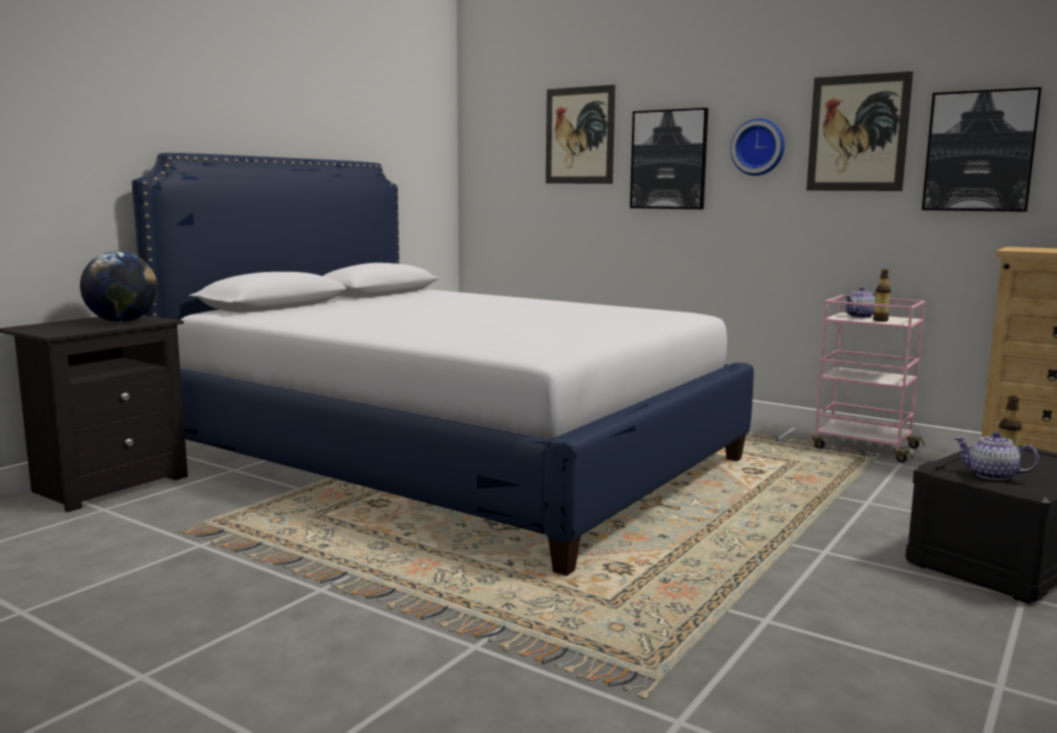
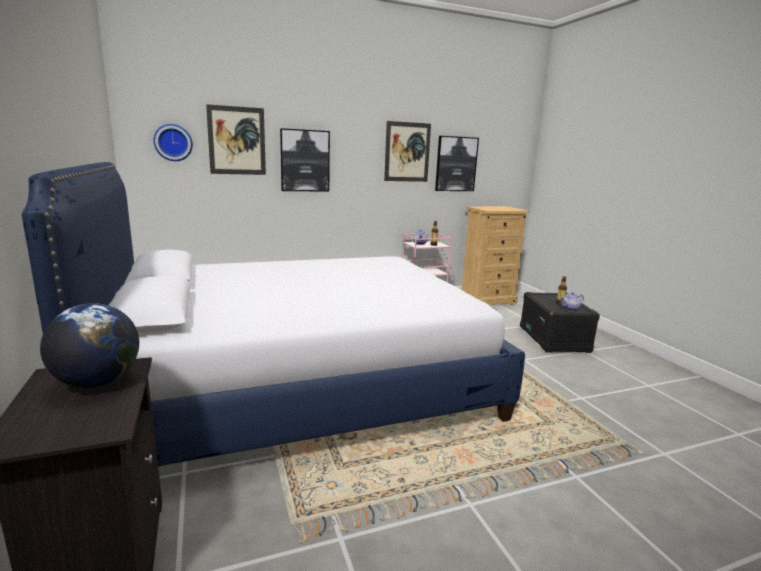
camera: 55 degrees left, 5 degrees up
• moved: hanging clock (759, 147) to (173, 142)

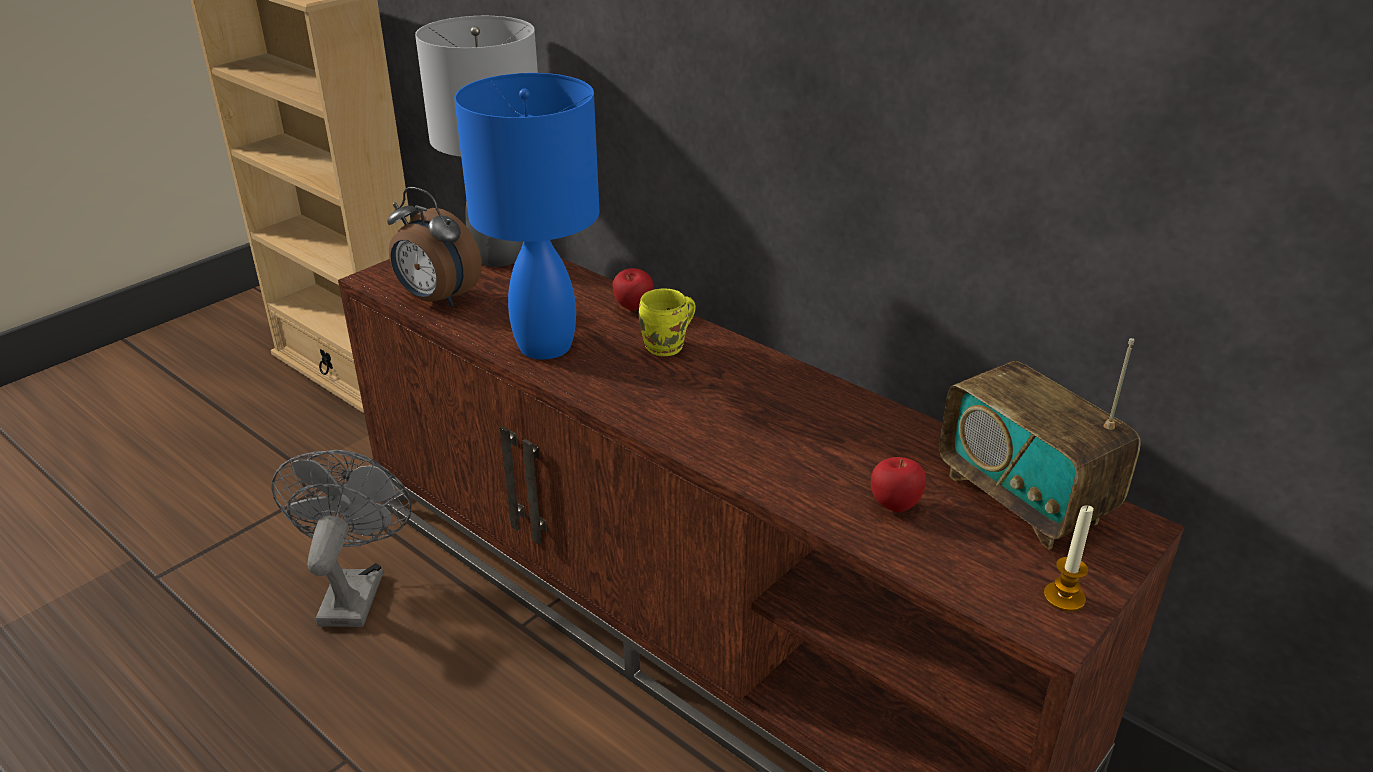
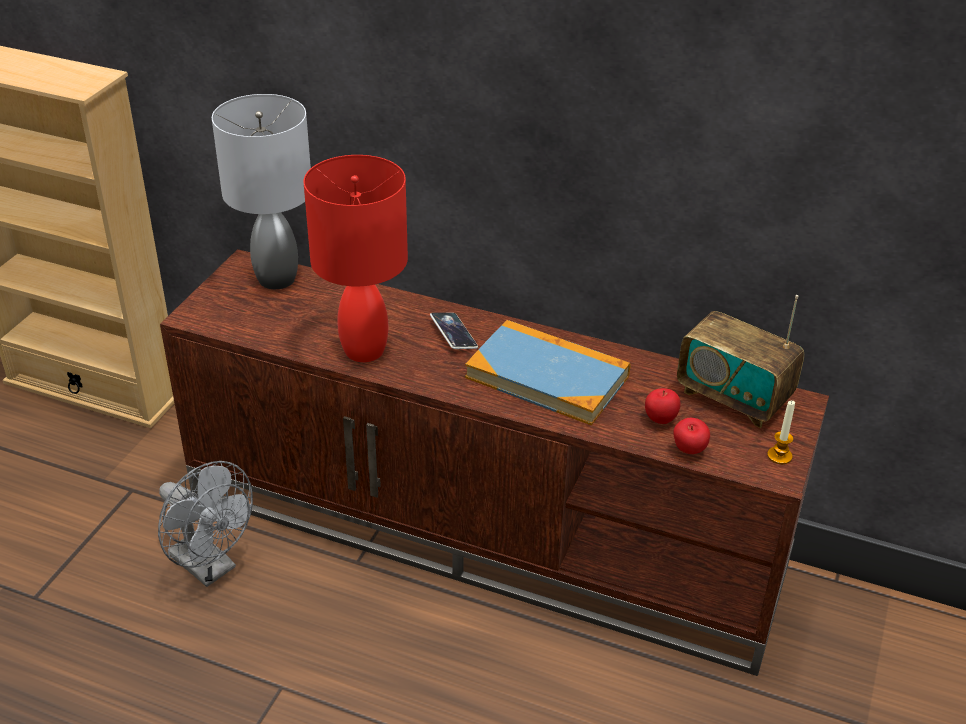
camera: 20 degrees left, 5 degrees up
• turned: grey fan (354, 590) = (210, 567) 150 degrees clockwise
• removed: bedside clock (436, 299)
• recoloured: blue-coloured table lamp (547, 346) to red table lamp (366, 350)
• moved: apple (633, 309) to (688, 451)
• replaced: yellowish mug (668, 347) to telephone (453, 334)
• added: bound book (547, 377)

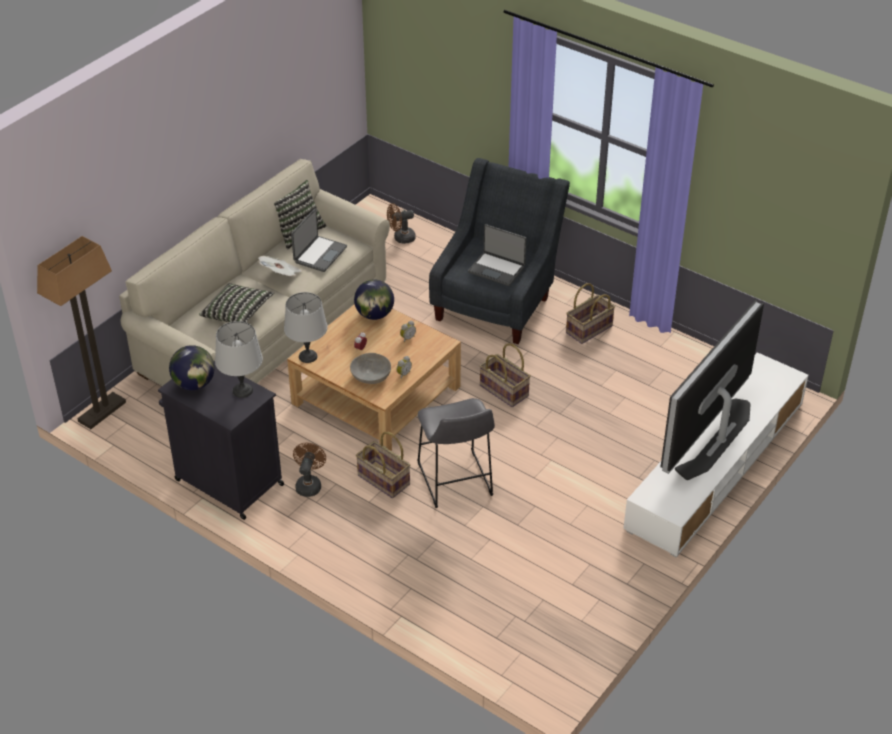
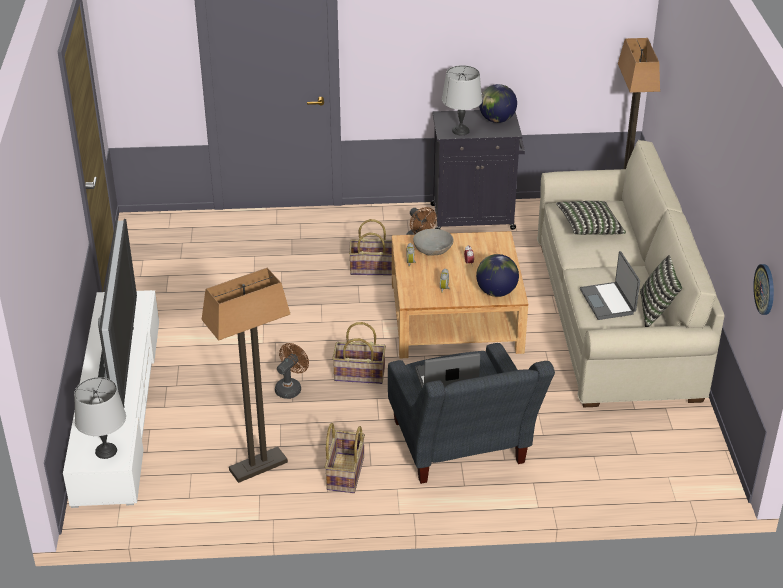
camera: 140 degrees right, 5 degrees down
• removed: daily paper (281, 275)
• moved: grey table lamp (307, 356) to (106, 451)
• moved: brown-coloured fan (401, 238) to (290, 388)
• removed: grey stool seat (455, 482)
• added: standard lamp (258, 466)
• added: hanging clock (765, 289)

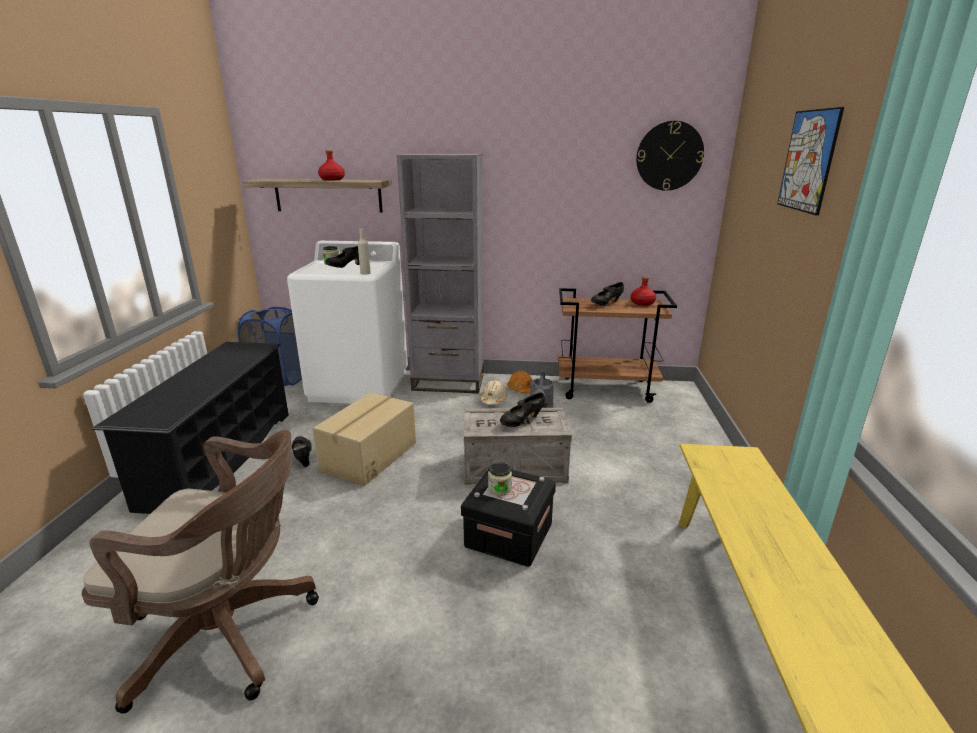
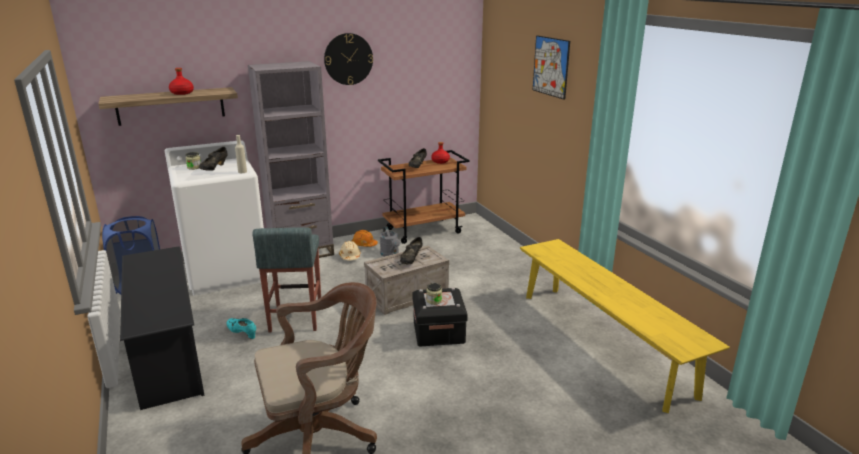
camera: 30 degrees left, 0 degrees up
• recoloured: black shoe (302, 457) to blue-green shoe (242, 333)
• replaced: cardboard box (368, 456) to grey stool seat (295, 318)
• moved: hanging clock (669, 156) to (348, 59)

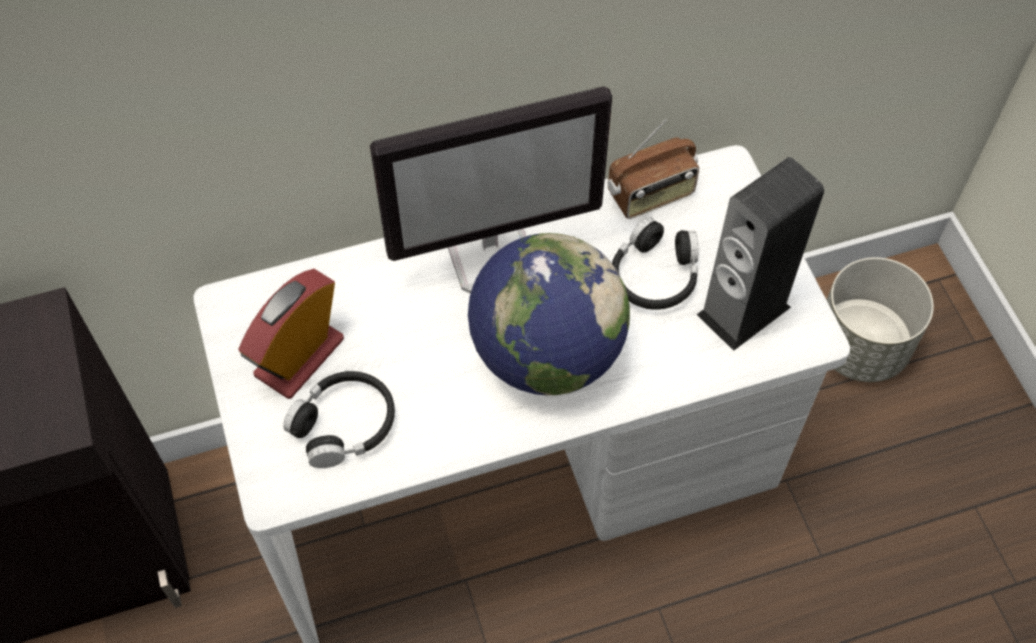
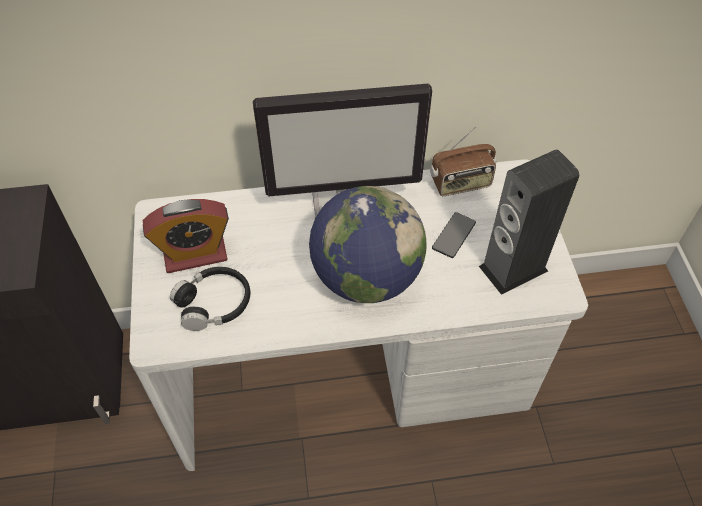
camera: 10 degrees right, 5 degrees down
• turned: bedside clock (299, 357) = (195, 254) 150 degrees counterclockwise
• replaced: black headphones (655, 275) to telephone (453, 235)
• removed: grey flower pot (861, 347)

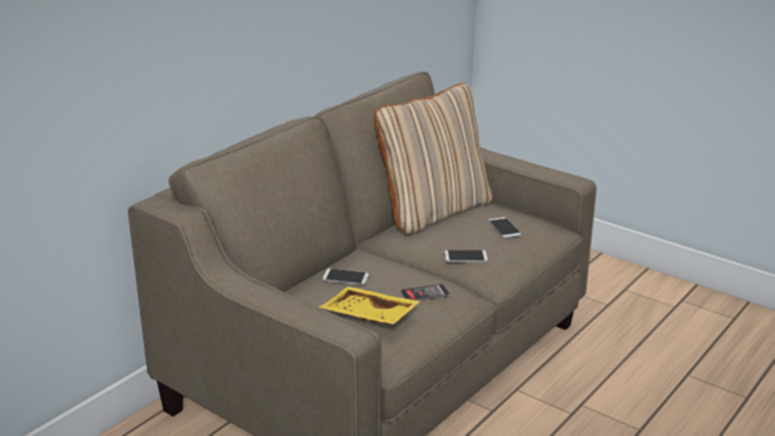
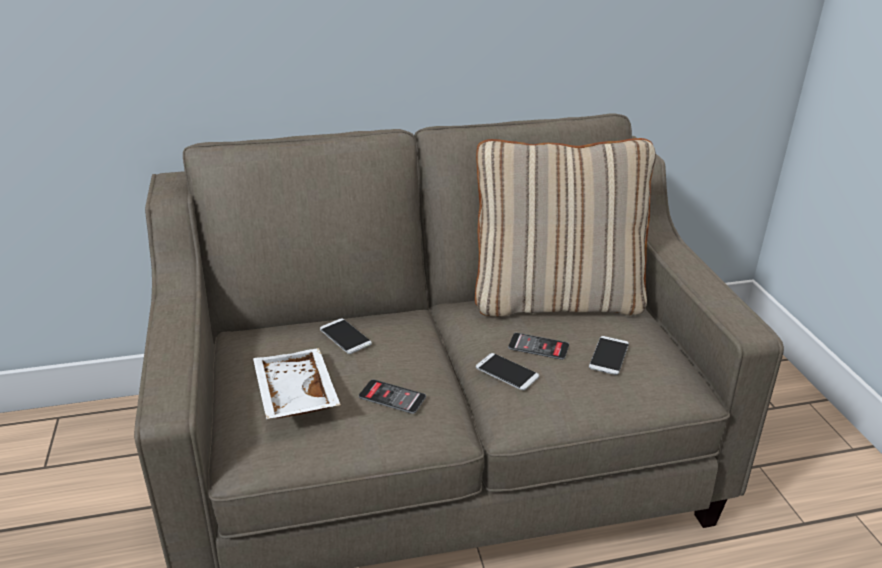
camera: 40 degrees right, 5 degrees up
• recoloured: yellowish serving tray (368, 317) to white serving tray (293, 395)
• added: telephone (538, 347)

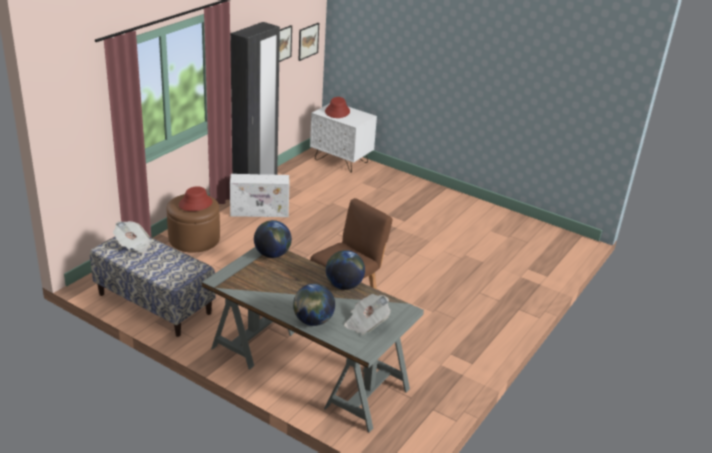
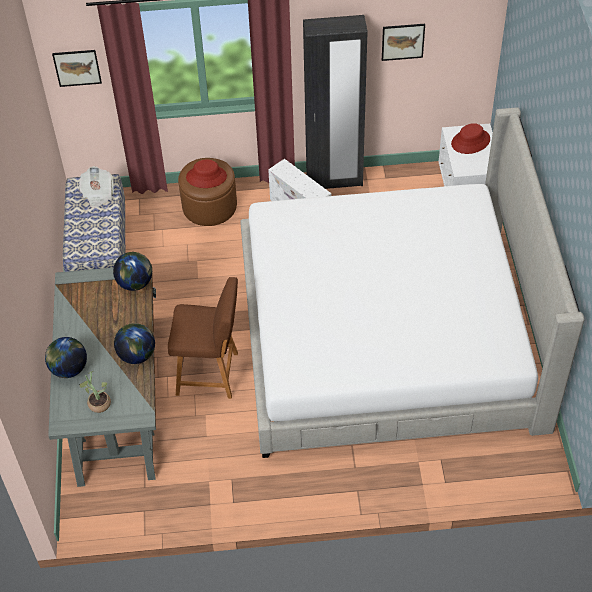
camera: 55 degrees right, 20 degrees up
• moved: wall picture (308, 41) to (77, 67)
• replaced: daily paper (366, 323) to plant in a pot (97, 402)
• added: bedroom bed (388, 337)

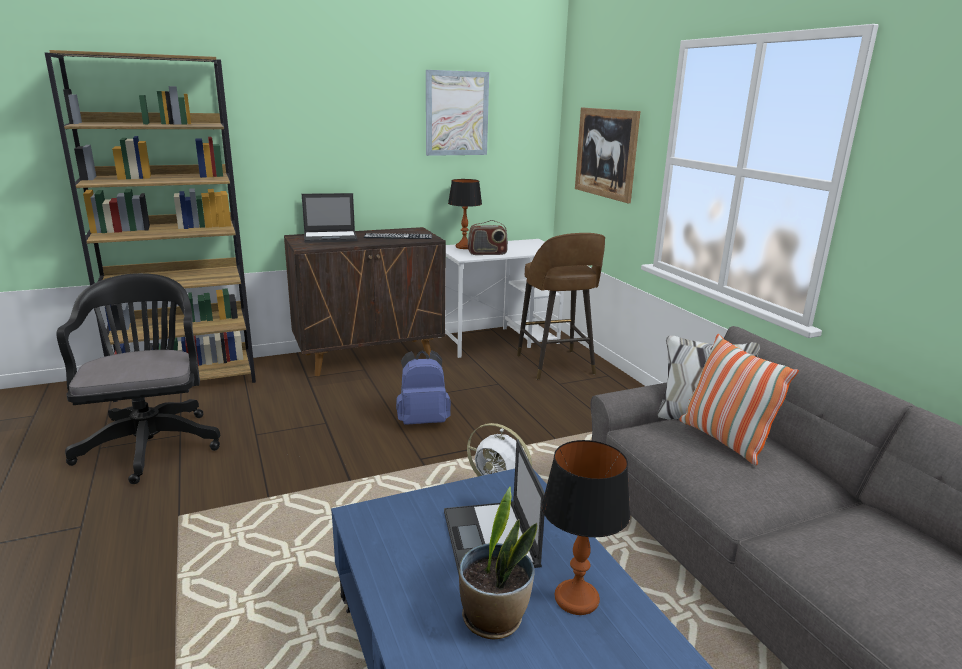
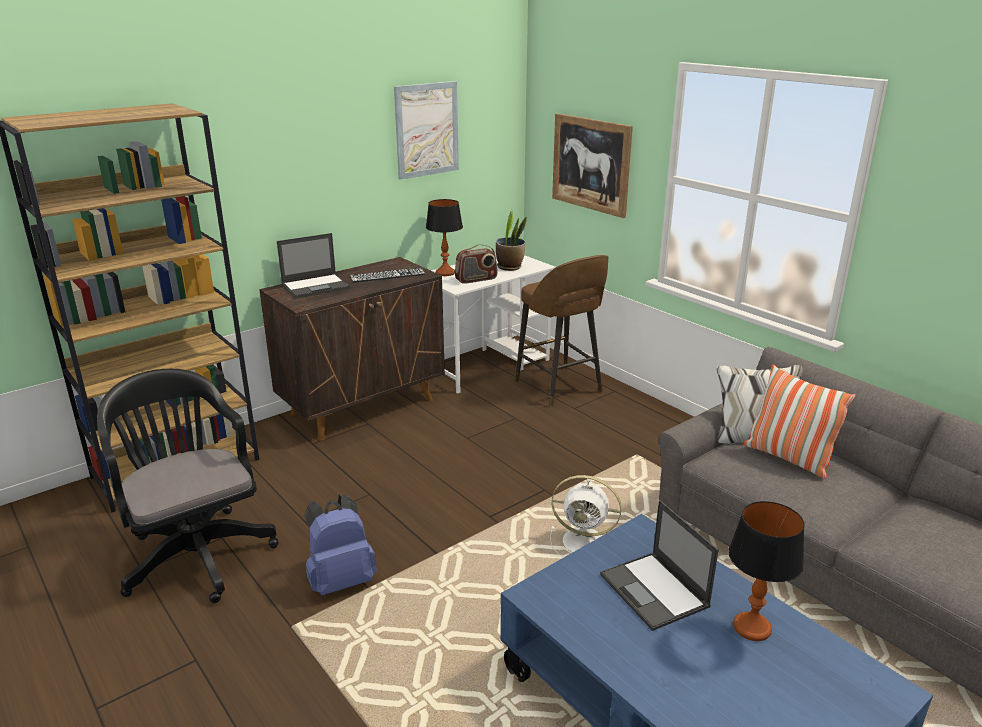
camera: 15 degrees left, 5 degrees up
• moved: blue-coloured backpack (423, 421) to (341, 580)
• moved: plant in a pot (494, 619) to (510, 267)

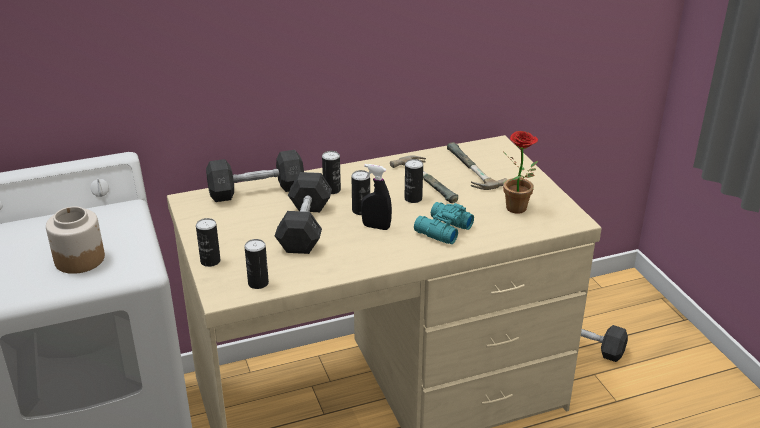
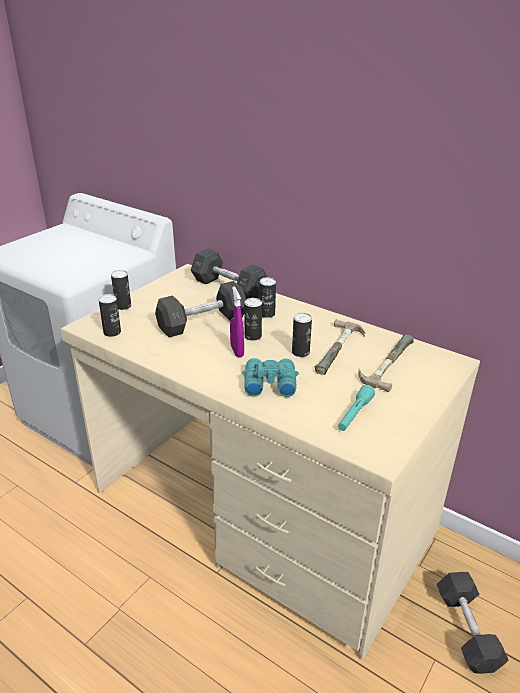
camera: 55 degrees right, 0 degrees up
• removed: jar (79, 259)
• recoloured: black spray bottle (376, 227) to purple-coloured spray bottle (237, 351)
• replaced: plant in a pot (519, 210) to blue-green torch (354, 414)

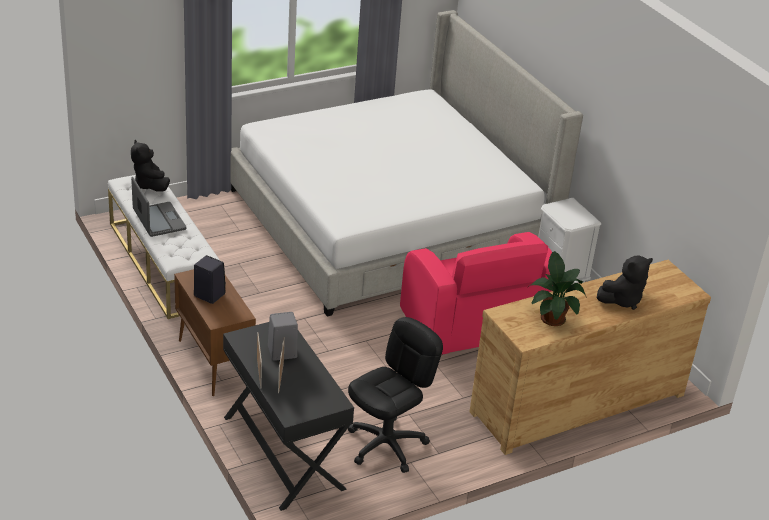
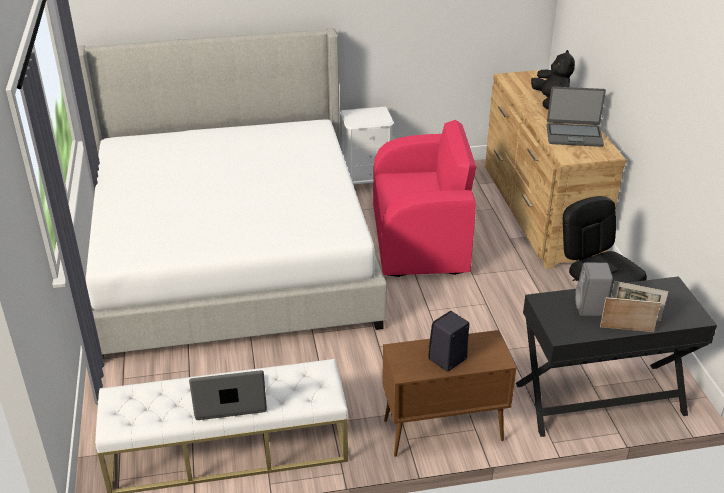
camera: 70 degrees left, 0 degrees up
• removed: black plush toy (150, 185)
• replaced: plant in a pot (553, 317) to laptop (574, 135)

